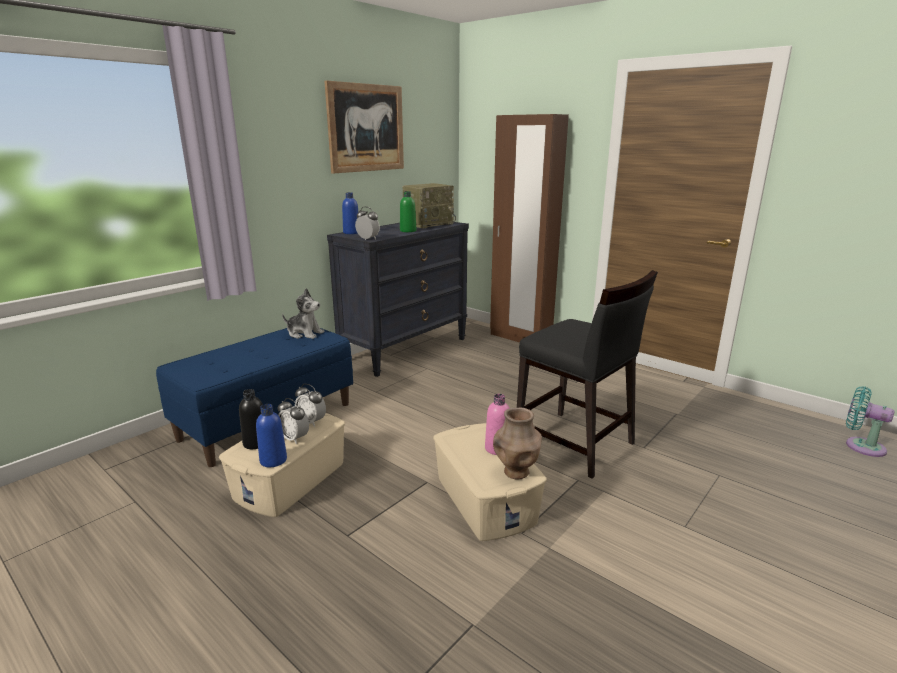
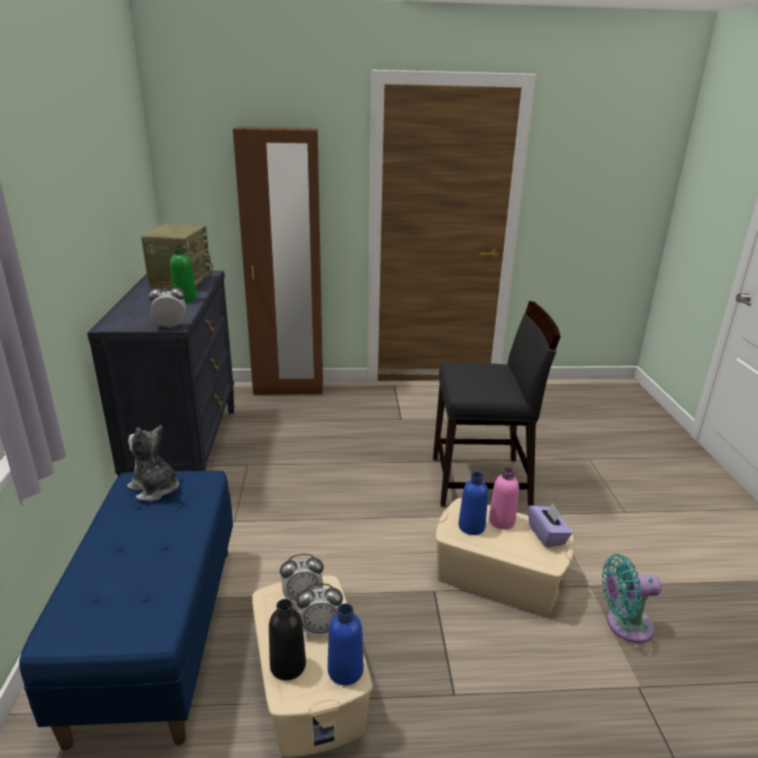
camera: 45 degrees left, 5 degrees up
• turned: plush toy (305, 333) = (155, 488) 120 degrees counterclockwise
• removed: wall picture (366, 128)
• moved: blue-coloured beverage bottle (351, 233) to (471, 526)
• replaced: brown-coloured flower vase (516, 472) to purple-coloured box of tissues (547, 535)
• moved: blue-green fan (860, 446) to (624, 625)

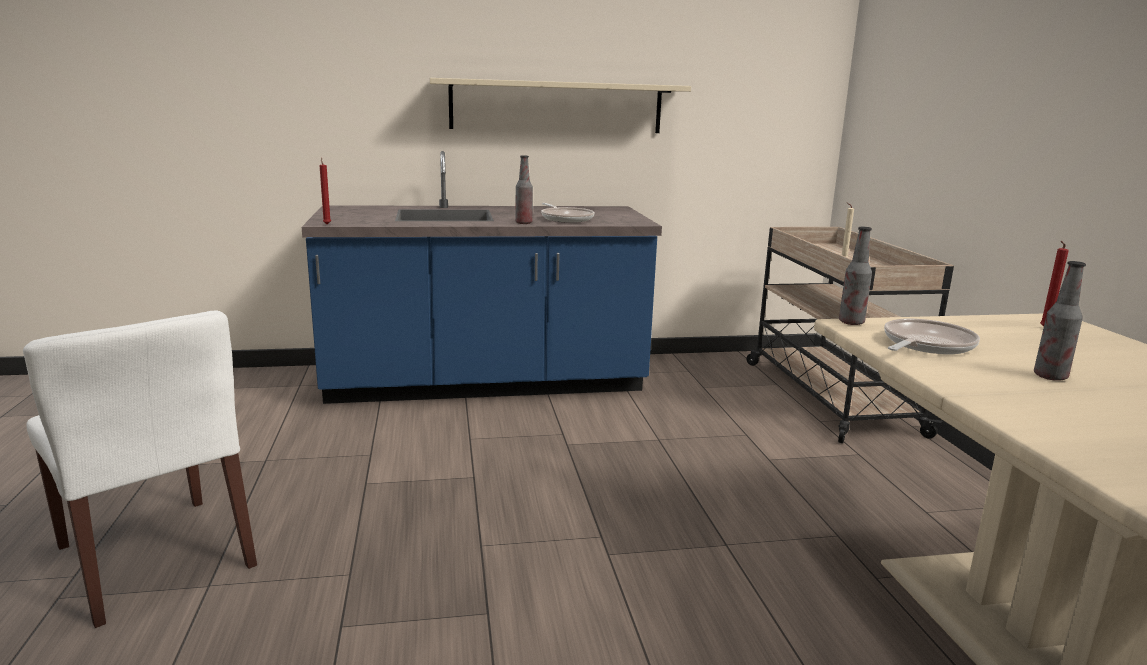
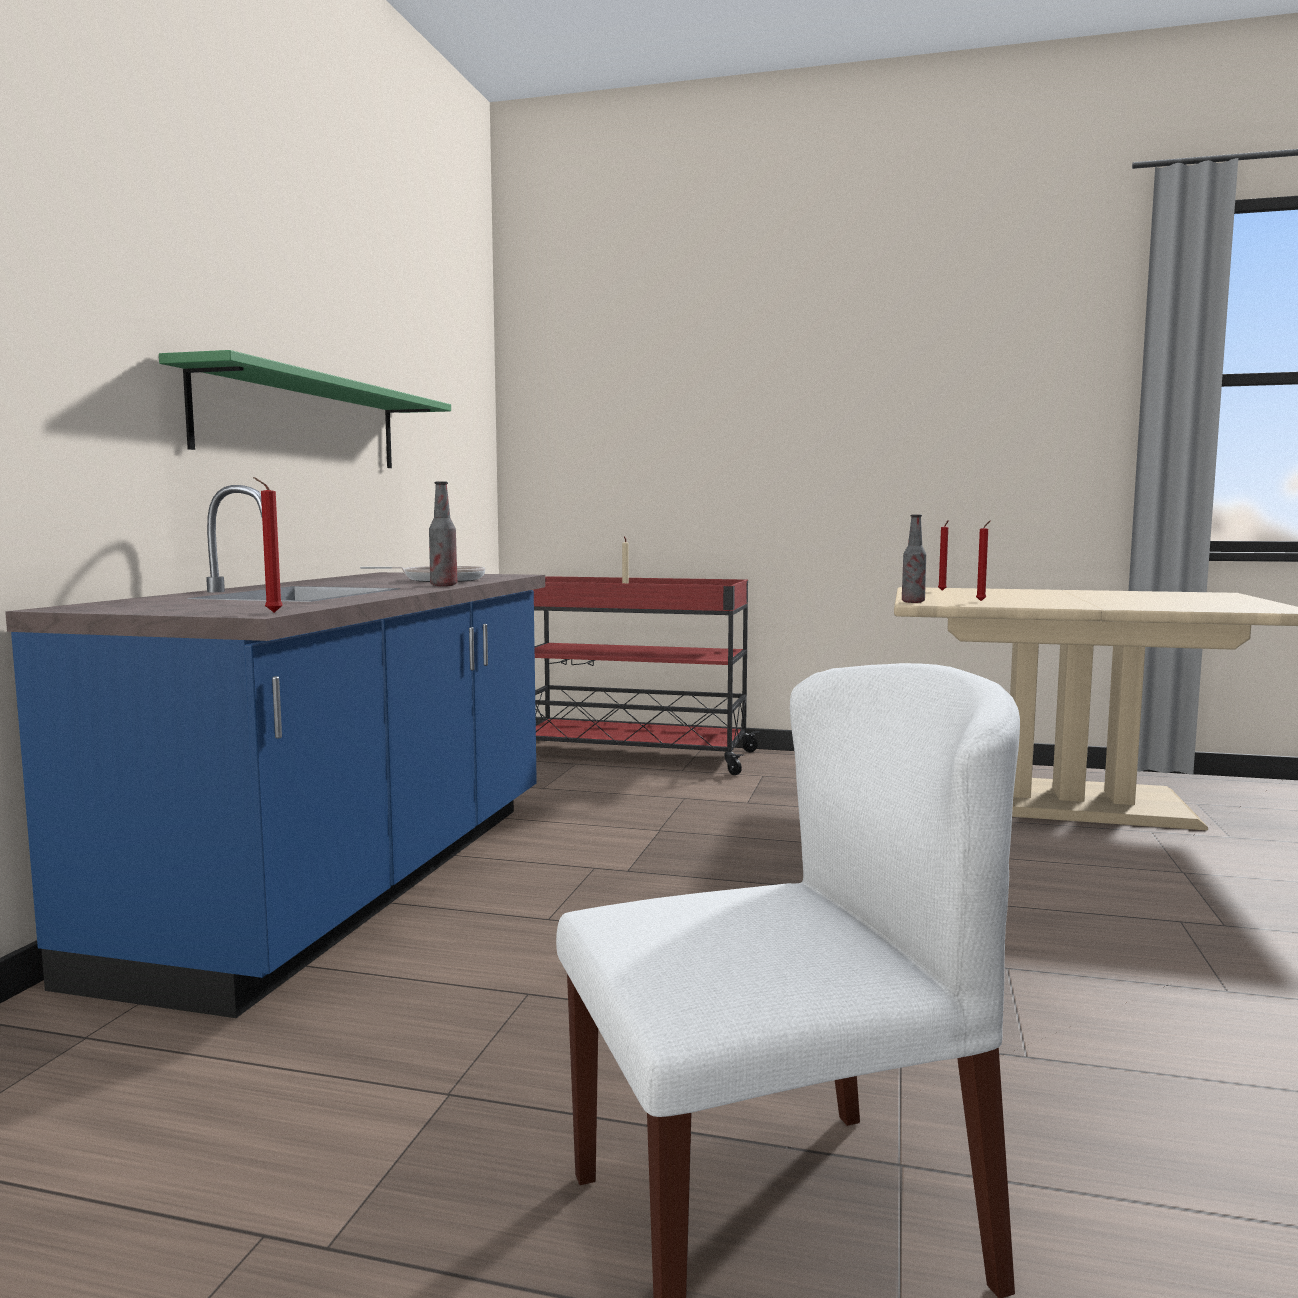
camera: 65 degrees left, 10 degrees down
• recoloured: beige shelf (557, 106) to greenish shelf (303, 422)
• recoloured: beige cart (828, 396) to red cart (629, 756)
• replaced: skillet (925, 345) to red candle (982, 601)
• removed: beverage bottle (1050, 376)

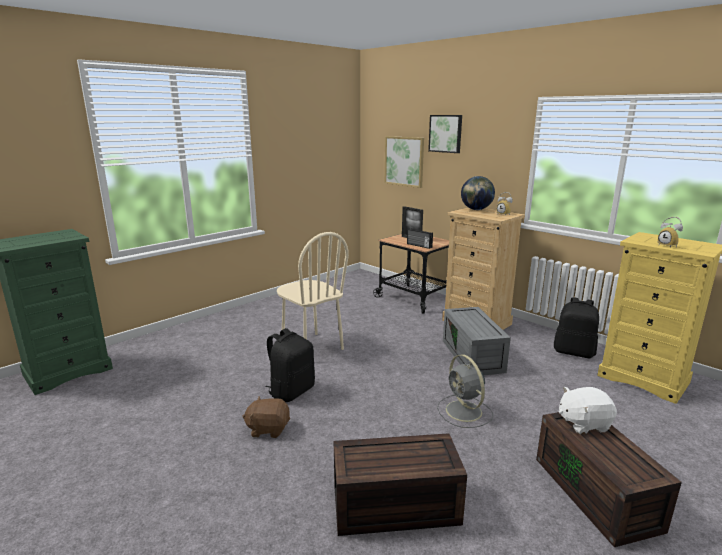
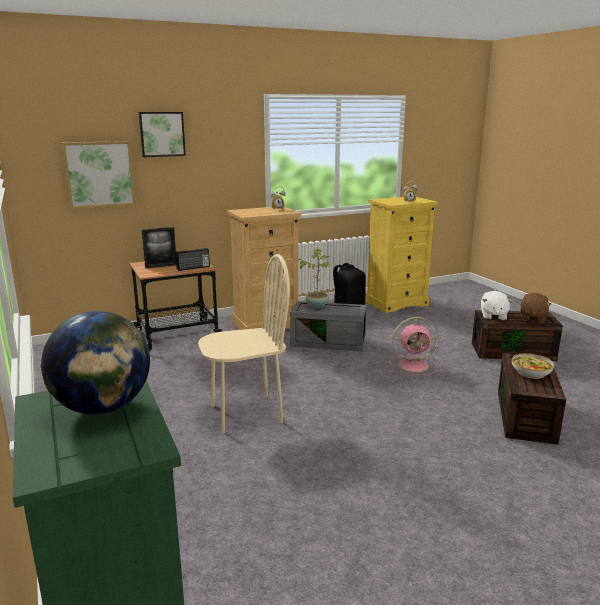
camera: 70 degrees left, 0 degrees up
• moved: brown-coloured plush toy (268, 429) to (532, 318)
• removed: black backpack (291, 391)
• recoloured: grey fan (464, 412) to pinkish fan (415, 365)
• moved: globe (476, 209) to (103, 408)
• added: plant in a pot (316, 305)
• added: deep dish (530, 373)

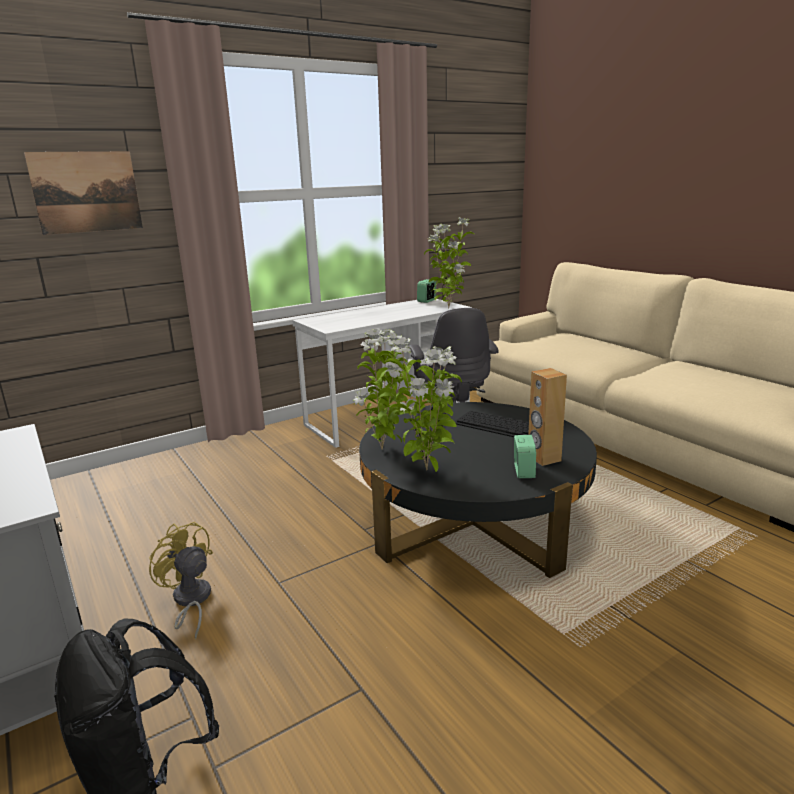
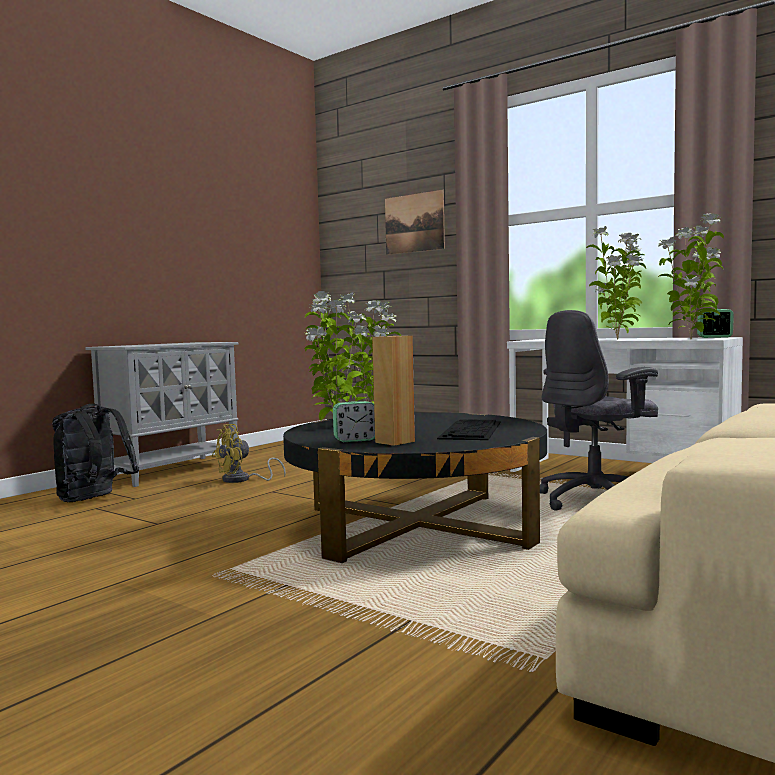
camera: 70 degrees right, 15 degrees down
• turned: yellowish fan (190, 601) = (242, 480) 150 degrees counterclockwise
• added: plant in a pot (618, 339)

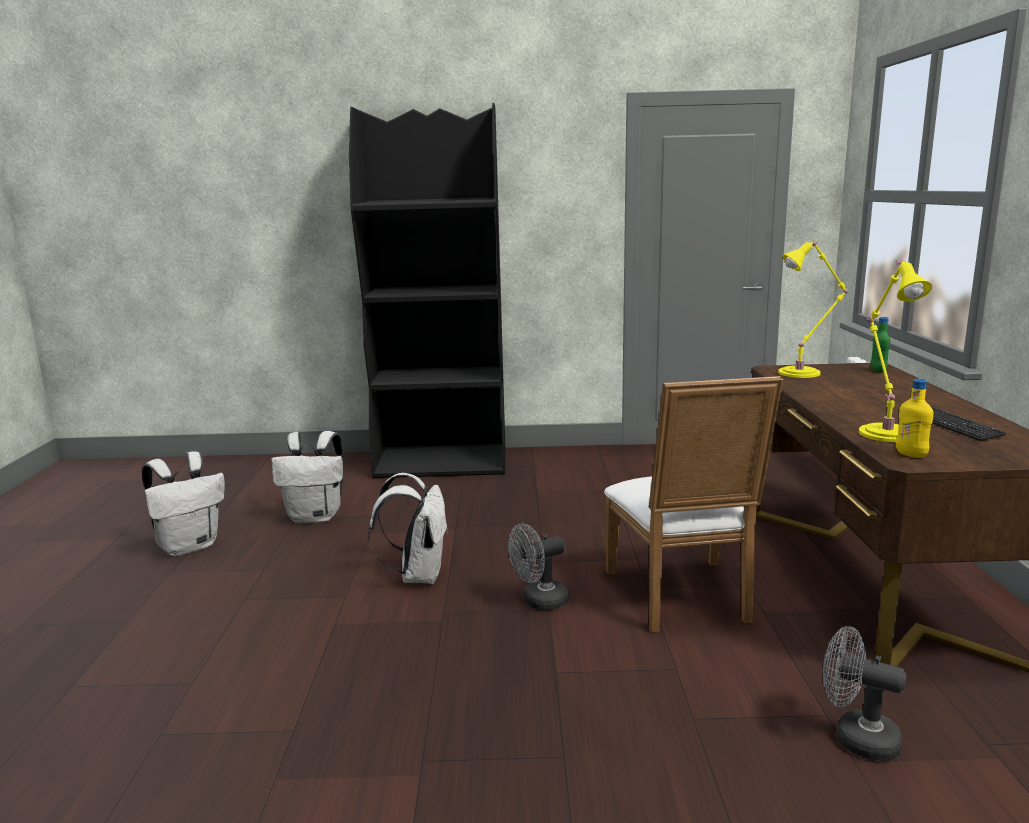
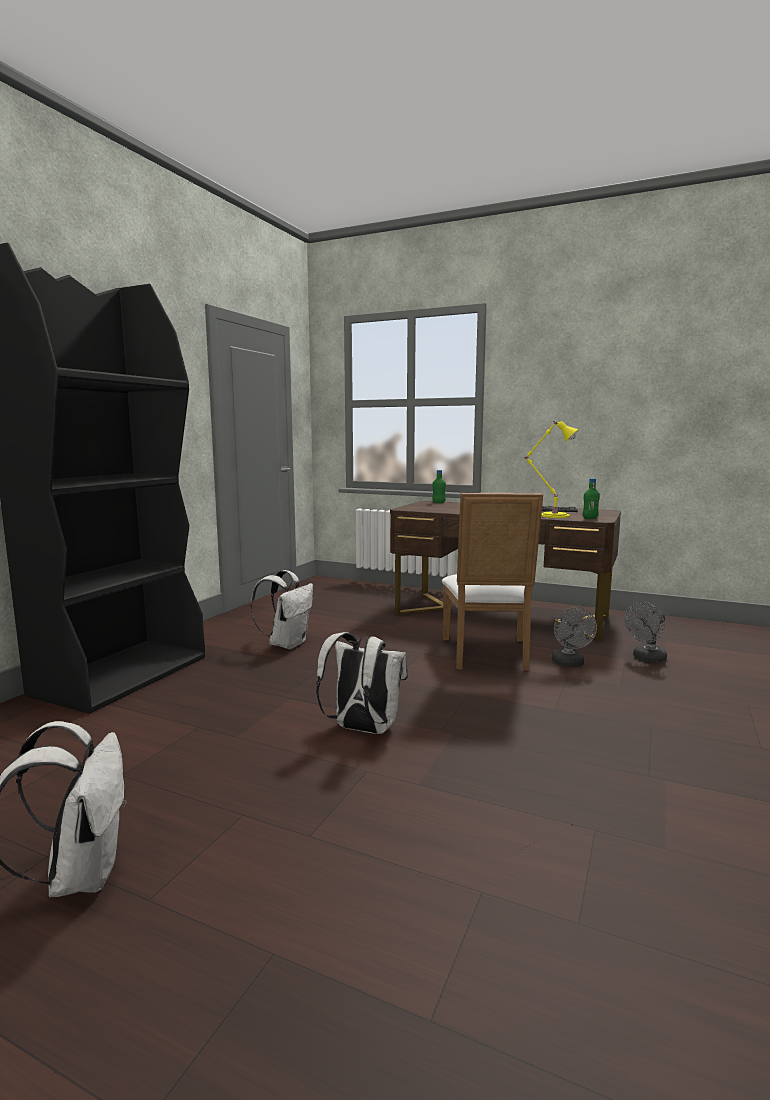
camera: 65 degrees left, 5 degrees down
• moved: white backpack (316, 517) to (287, 644)
• moved: grey fan (539, 602) to (569, 664)
• turned: white plain chair (683, 599) = (488, 656) 75 degrees clockwise
• removed: yellowish table lamp (802, 373)
• recoloured: yellowish beverage bottle (911, 454) to greenish beverage bottle (590, 518)

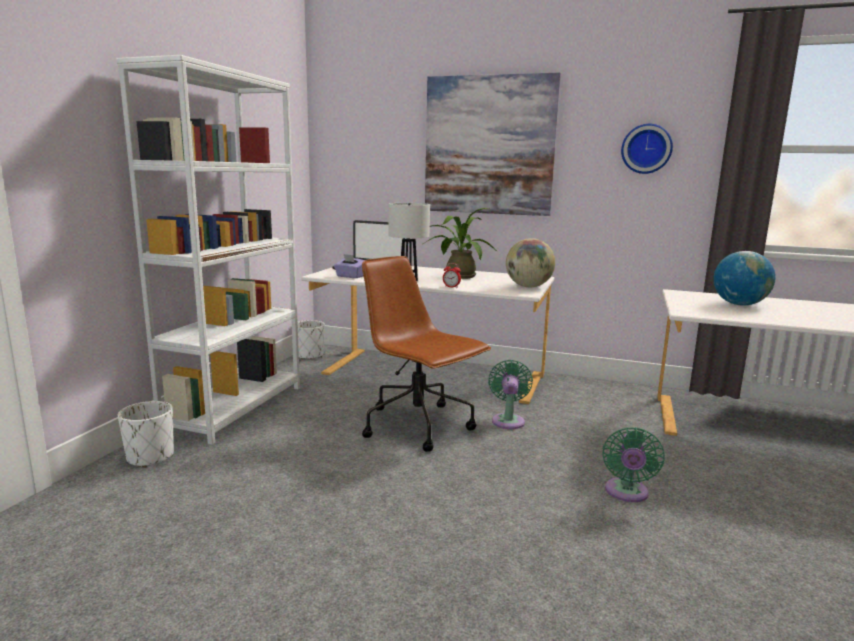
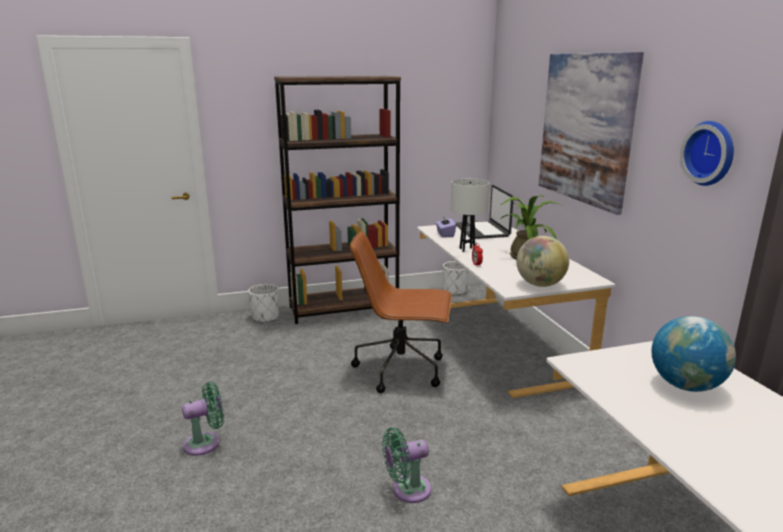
camera: 55 degrees right, 5 degrees up
• recoloured: white shelving unit (235, 408) to brown-coloured shelving unit (344, 309)
• turned: brown-coloured computer chair (419, 426) = (402, 369) 90 degrees counterclockwise
• moved: greenish fan (508, 420) to (206, 443)

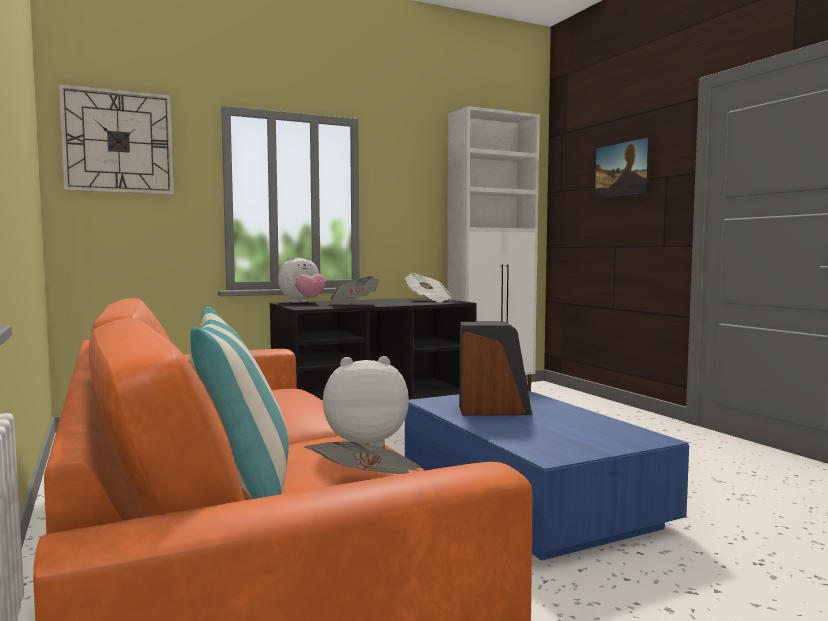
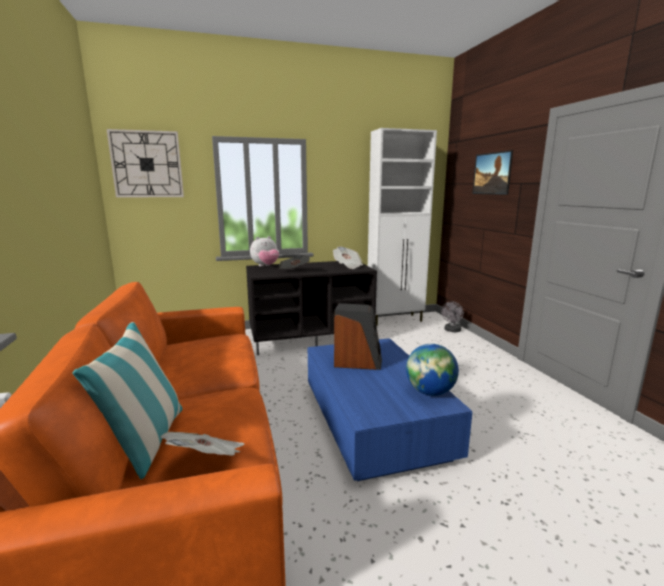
camera: 10 degrees right, 10 degrees up
• removed: plush toy (365, 442)
• added: globe (430, 392)
• added: grey fan (452, 330)

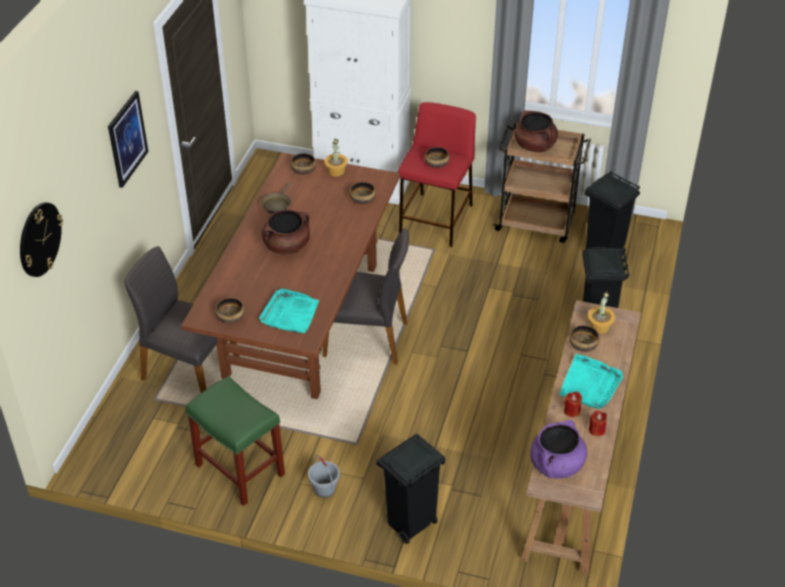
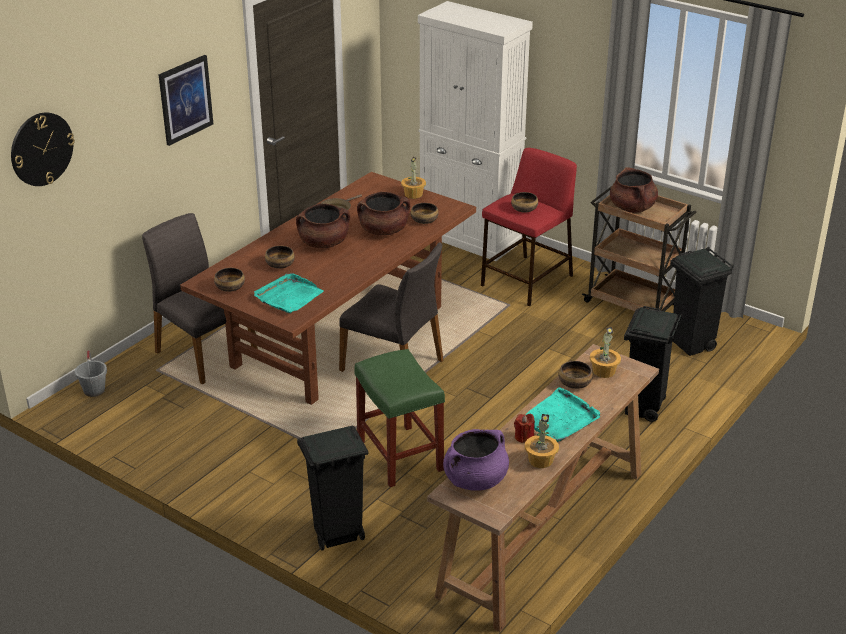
camera: 20 degrees right, 10 degrees down
• moved: greenish stool seat (239, 469) to (399, 455)
• moved: deep dish (303, 170) to (280, 264)
• moved: grey bucket (324, 489) to (94, 390)
• replaced: red candle (597, 430) to plant in a pot (540, 460)
• added: brown-coloured saucepot (383, 231)

